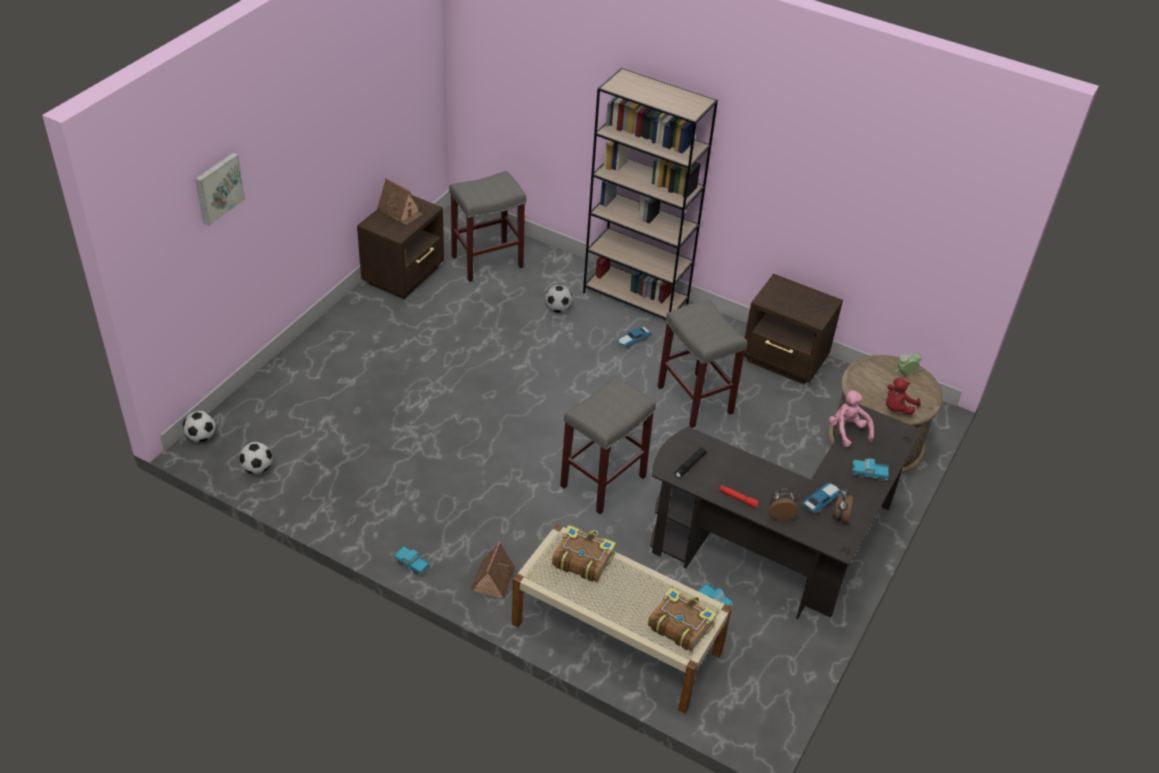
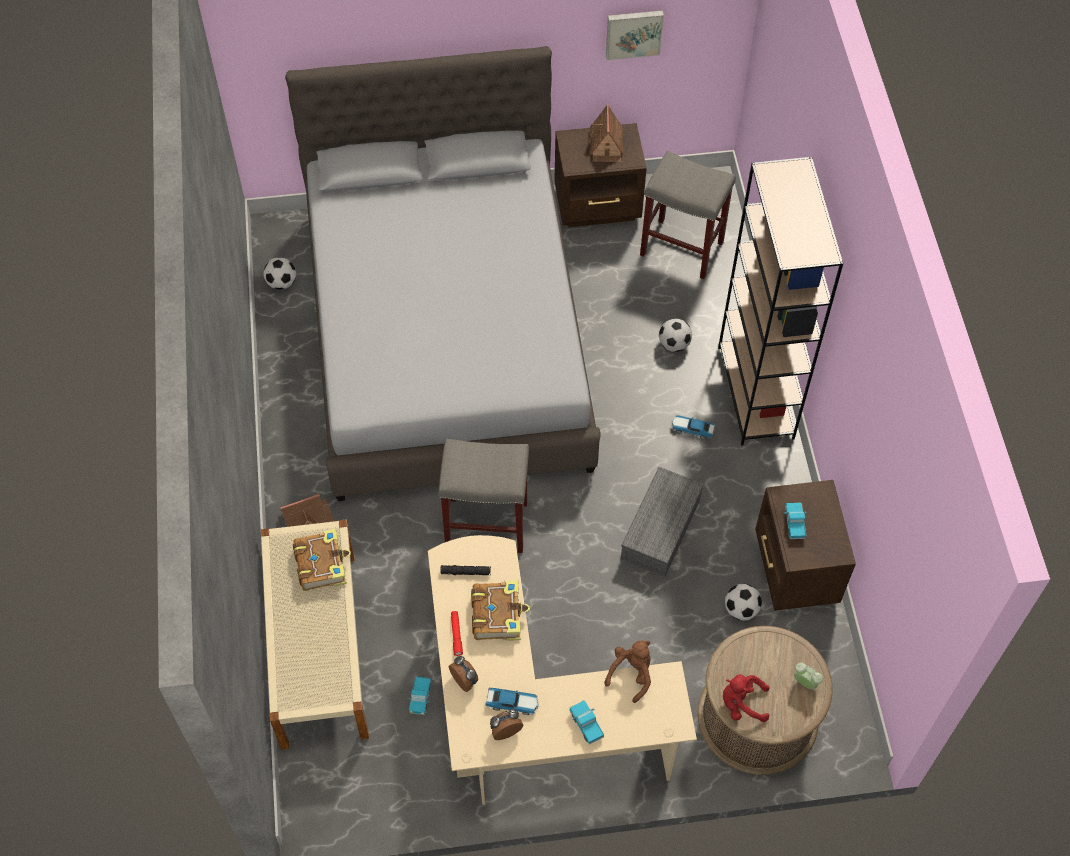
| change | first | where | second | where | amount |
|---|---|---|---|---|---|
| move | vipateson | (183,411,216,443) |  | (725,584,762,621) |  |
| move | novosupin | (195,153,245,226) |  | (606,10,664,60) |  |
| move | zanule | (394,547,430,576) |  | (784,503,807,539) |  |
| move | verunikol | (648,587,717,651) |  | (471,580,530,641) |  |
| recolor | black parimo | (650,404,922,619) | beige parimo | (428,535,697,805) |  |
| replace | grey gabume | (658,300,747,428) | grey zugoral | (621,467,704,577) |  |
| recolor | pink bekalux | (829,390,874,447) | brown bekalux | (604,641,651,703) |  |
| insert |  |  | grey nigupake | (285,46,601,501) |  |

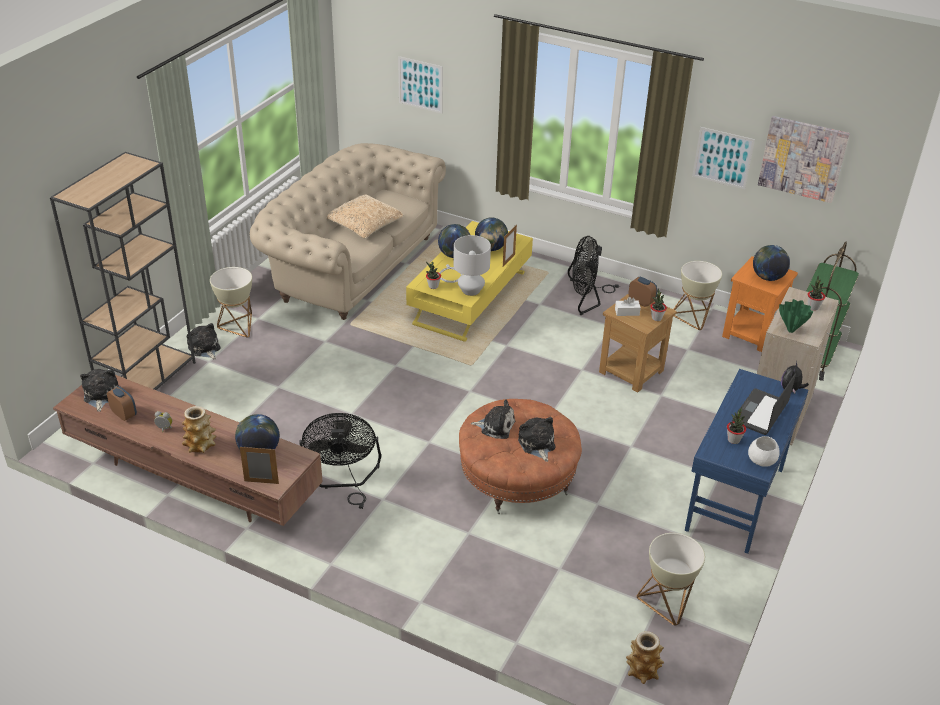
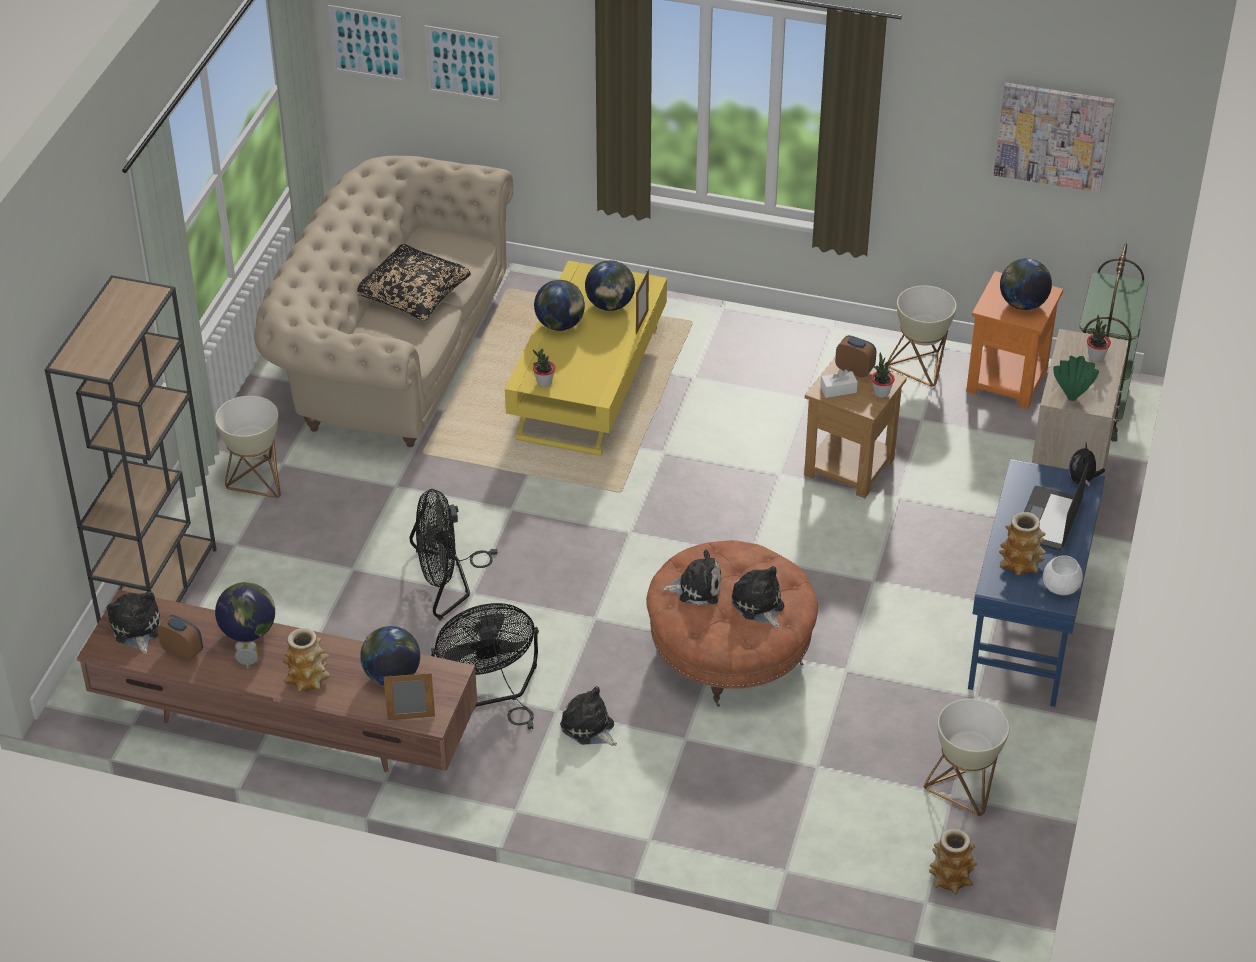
| change | first | where | second | where | amount |
|---|---|---|---|---|---|
| move | bekalux | (187,323,221,360) |  | (560,686,617,746) |  |
| recolor | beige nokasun | (327,194,403,239) | black nokasun | (357,244,471,321) |  |
| delete | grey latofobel | (439,235,491,296) |  |  |  |
| move | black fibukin | (568,236,620,315) |  | (410,489,498,620) |  |
| move | novosupin | (692,127,755,189) |  | (328,5,406,82) |  |
| replace | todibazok | (727,407,746,444) | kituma | (999,512,1046,576) |  |
| insert |  |  | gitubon | (215,582,275,642) |  |

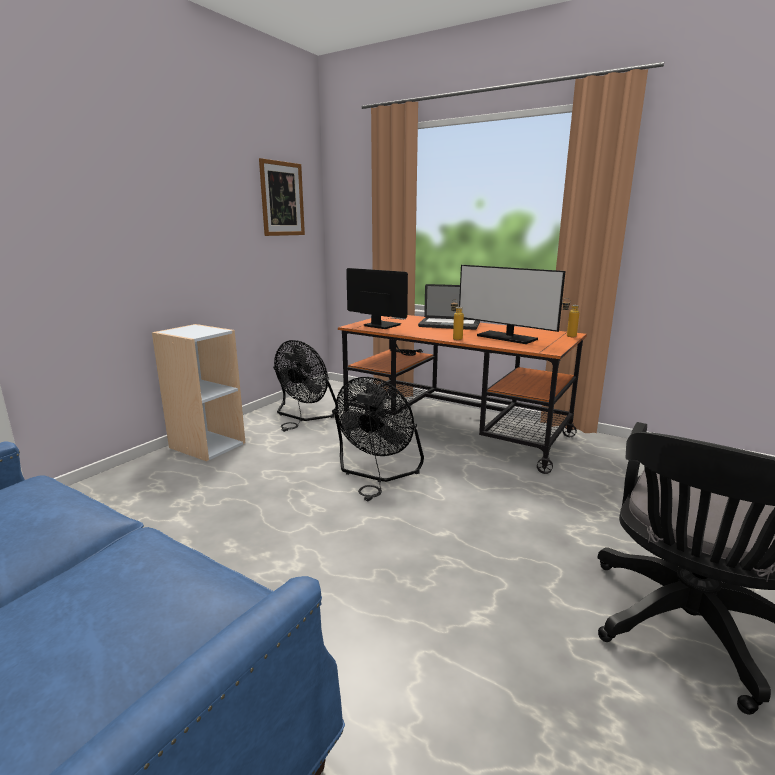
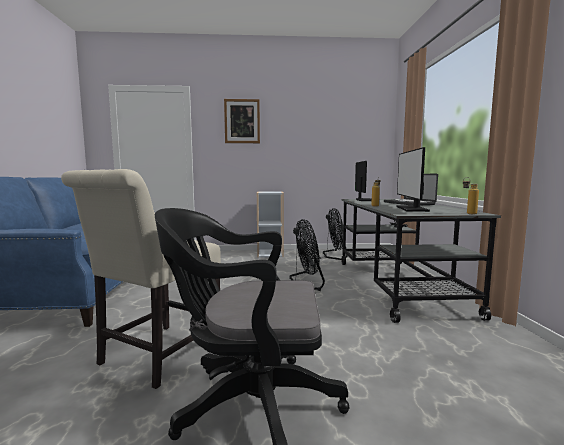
| change | first | where | second | where | amount |
|---|---|---|---|---|---|
| move | novosupin | (259,158,305,236) |  | (224,99,260,143) |  |
| recolor | orange parimo | (338,315,587,474) | grey parimo | (341,199,501,323) |  |
| insert |  |  | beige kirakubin | (61,169,221,389) |  |

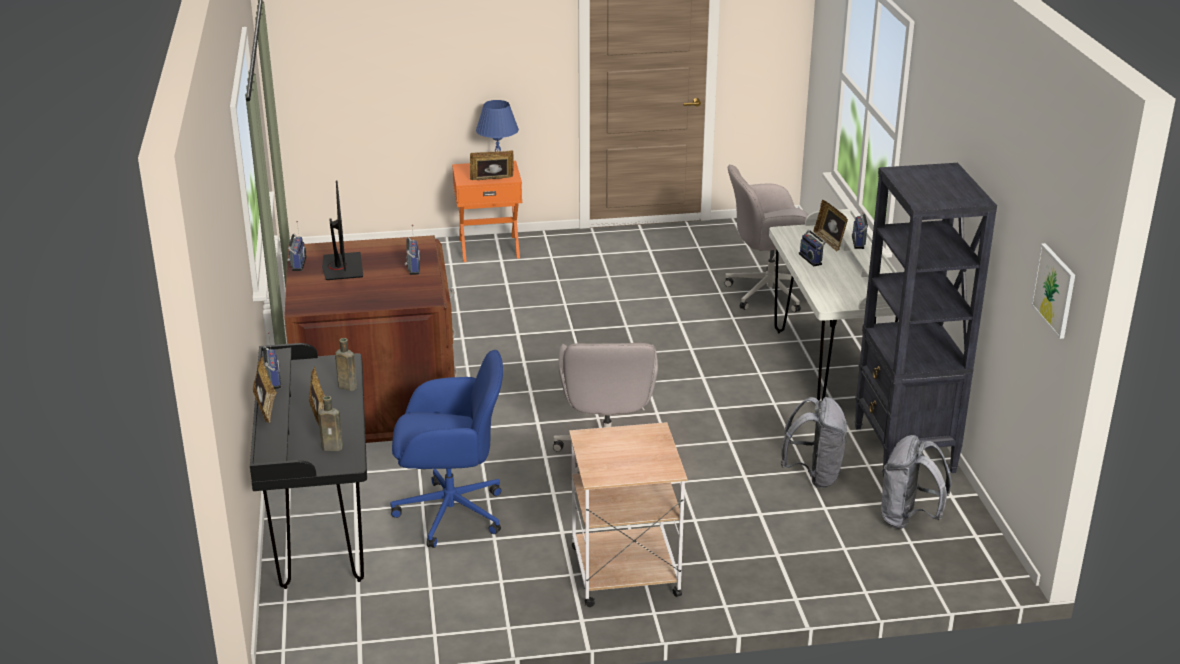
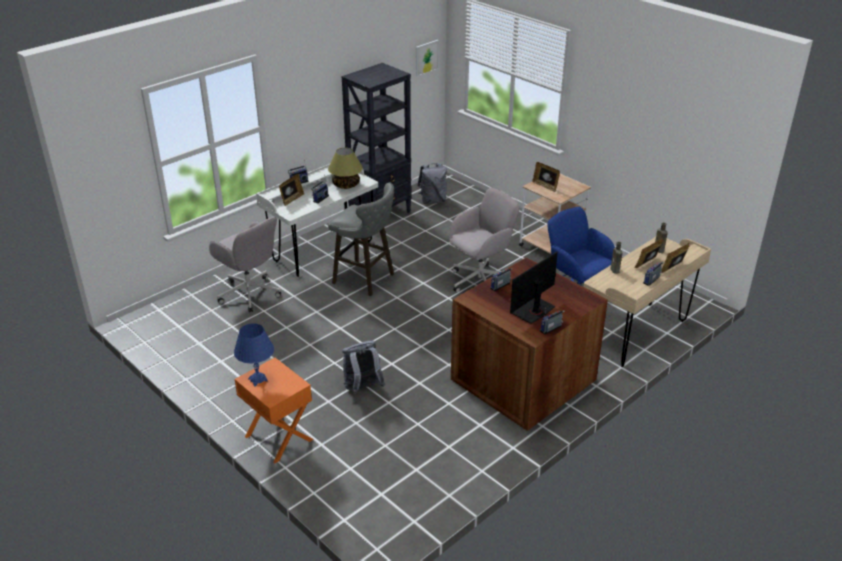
| change | first | where | second | where | amount |
|---|---|---|---|---|---|
| recolor | black parimo | (250,343,367,589) | beige parimo | (584,237,711,367) |  |
| move | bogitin | (470,150,514,180) |  | (532,162,560,192) |  |
| move | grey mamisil | (781,397,848,488) |  | (342,341,385,394) |  |
| insert |  |  | latofobel | (328,148,363,189) |  |
| insert |  |  | grey gabume | (328,182,394,296) |  |

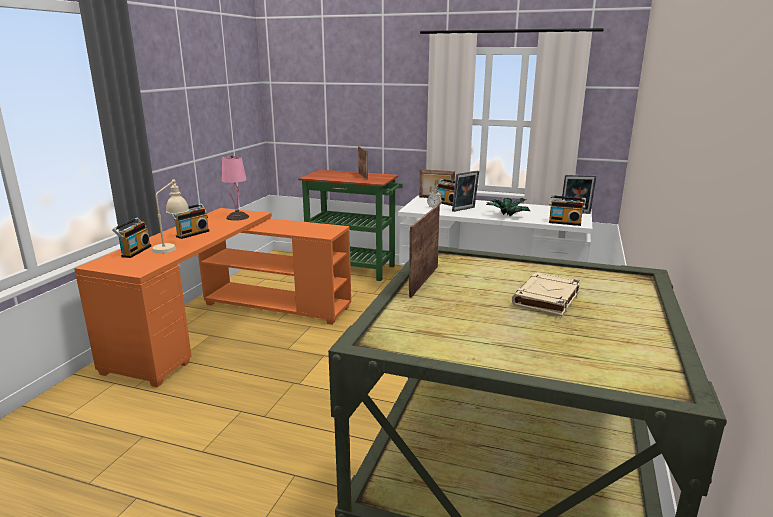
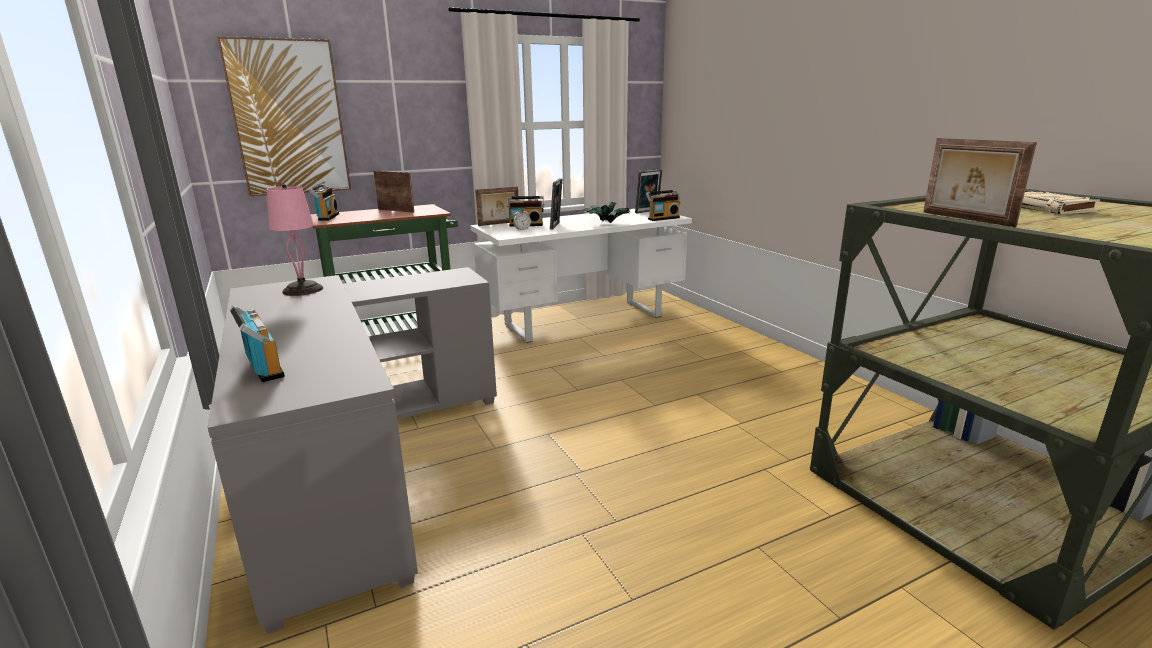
| change | first | where | second | where | amount |
|---|---|---|---|---|---|
| recolor | orange parimo | (74,208,351,387) | grey parimo | (208,267,497,633) |  |
| delete | beige latofobel | (152,180,189,254) |  |  |  |
| move | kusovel | (171,203,210,239) |  | (308,183,339,221) |  |
| insert |  |  | novosupin | (217,36,351,196) |  |

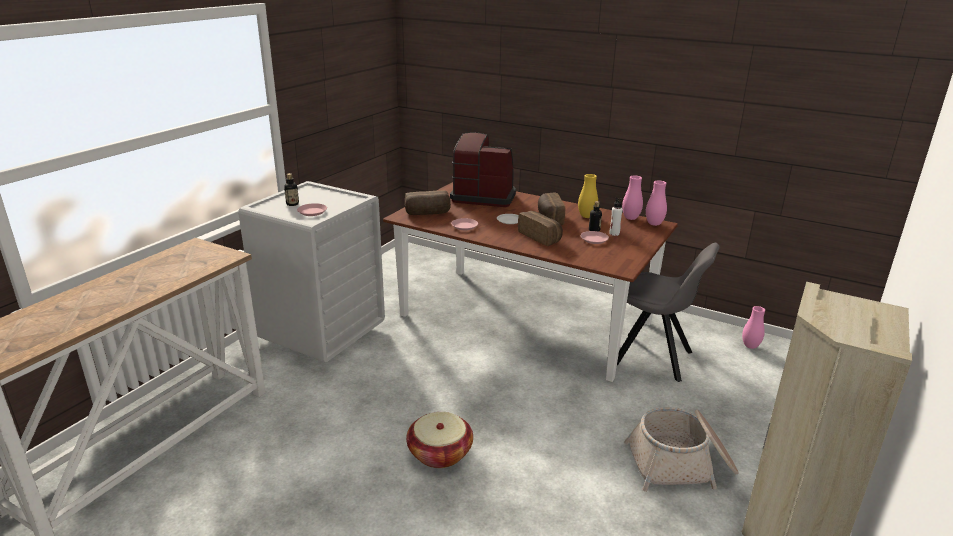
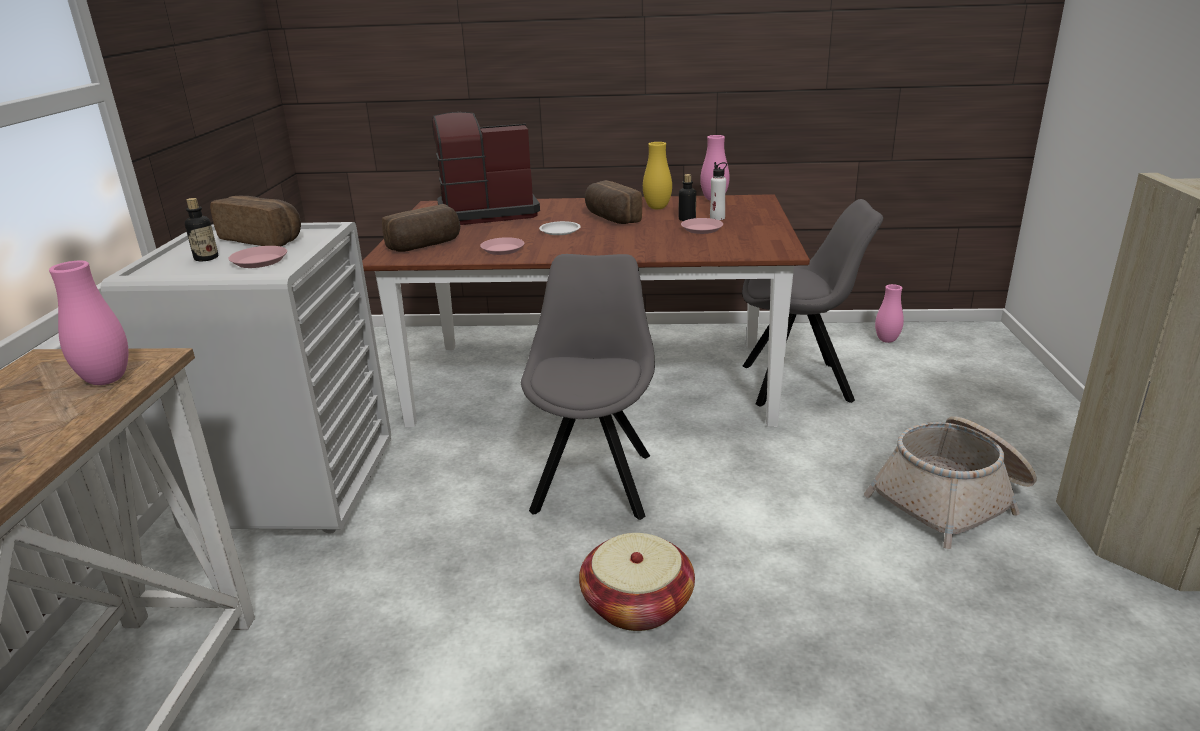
| change | first | where | second | where | amount |
|---|---|---|---|---|---|
| move | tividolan | (518,211,563,246) |  | (210,196,301,246) |  |
| move | pink kituma | (646,180,667,226) |  | (49,261,128,385) |  |
| insert |  |  | grey kirakubin | (521,254,655,520) |  |

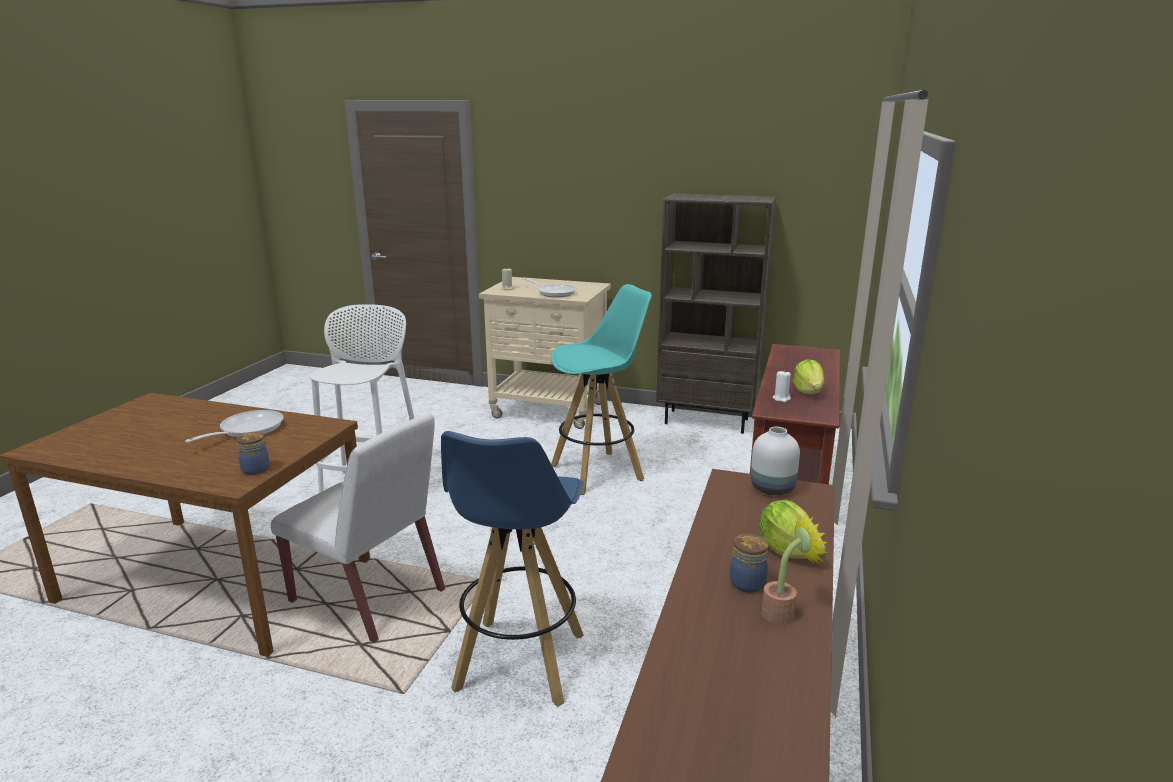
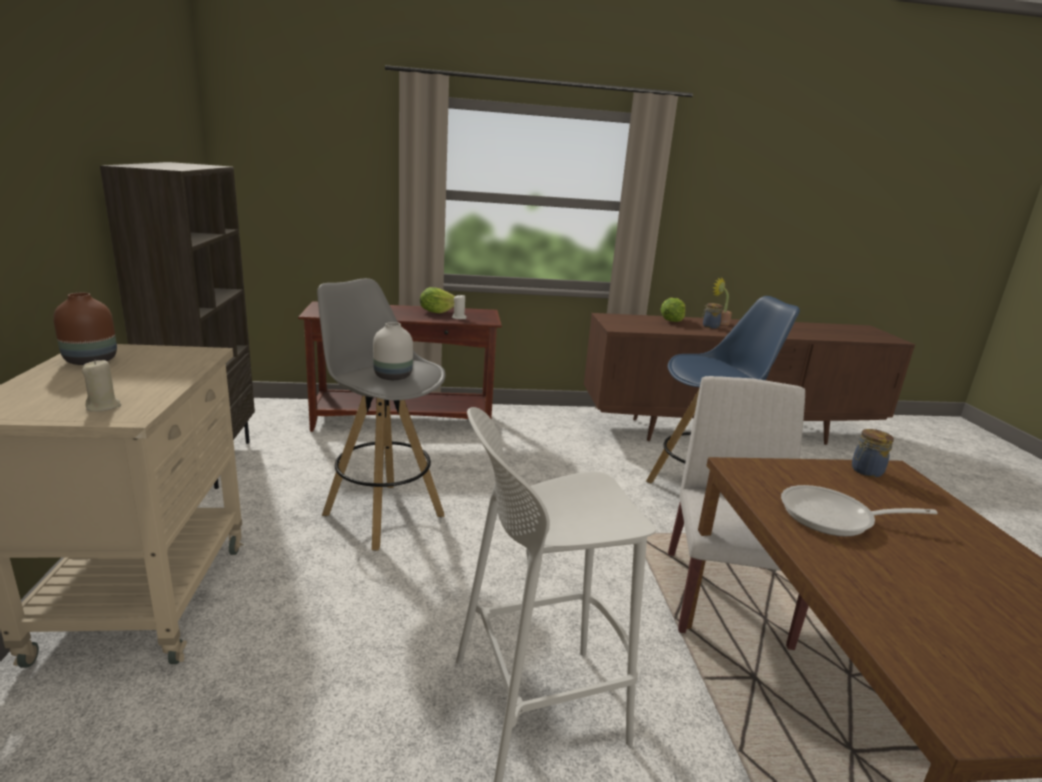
| change | first | where | second | where | amount |
|---|---|---|---|---|---|
| delete | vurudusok | (522,278,577,297) |  |  |  |
| recolor | turquoise gabume | (551,284,652,495) | grey gabume | (317,278,445,551) |  |
| move | white kituma | (751,427,800,495) |  | (373,322,413,380) |  |
| insert |  |  | brown kituma | (53,293,117,365) |  |

